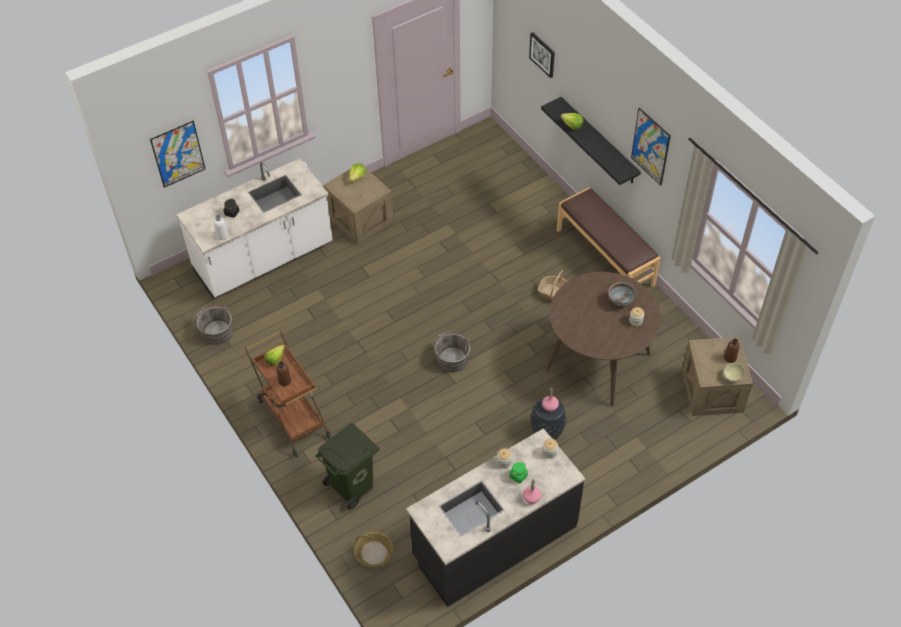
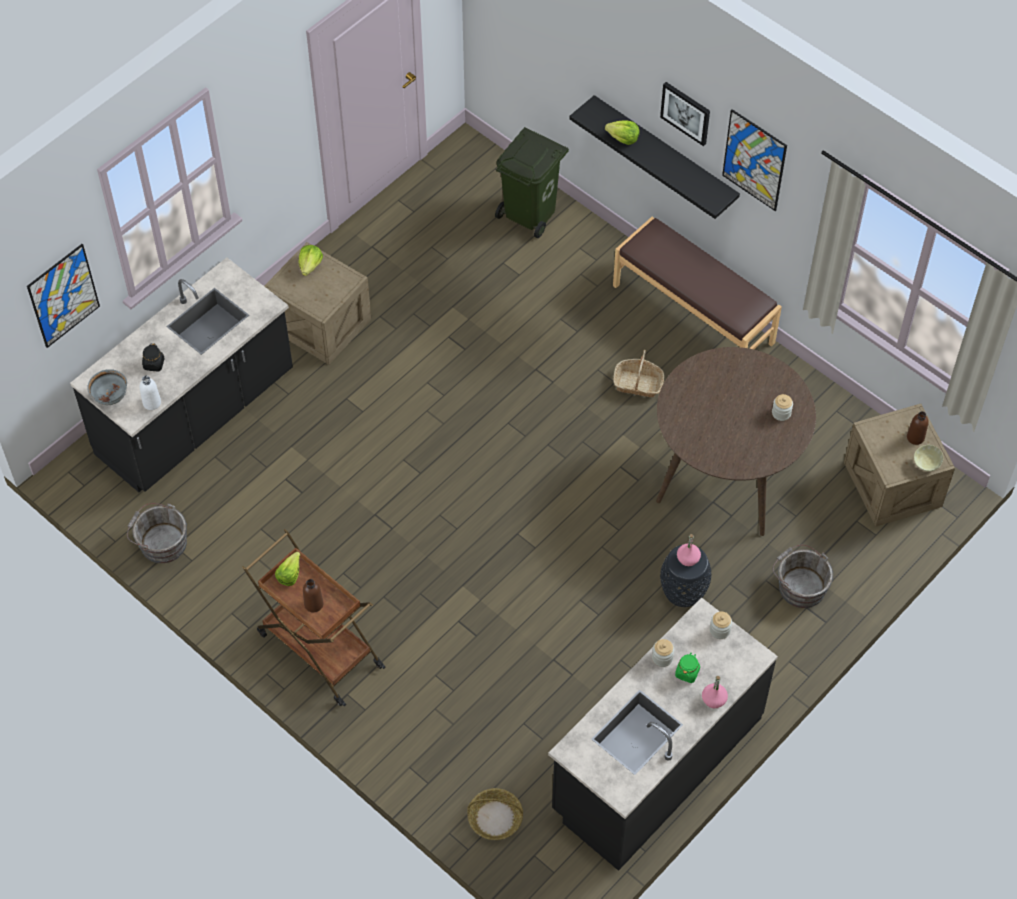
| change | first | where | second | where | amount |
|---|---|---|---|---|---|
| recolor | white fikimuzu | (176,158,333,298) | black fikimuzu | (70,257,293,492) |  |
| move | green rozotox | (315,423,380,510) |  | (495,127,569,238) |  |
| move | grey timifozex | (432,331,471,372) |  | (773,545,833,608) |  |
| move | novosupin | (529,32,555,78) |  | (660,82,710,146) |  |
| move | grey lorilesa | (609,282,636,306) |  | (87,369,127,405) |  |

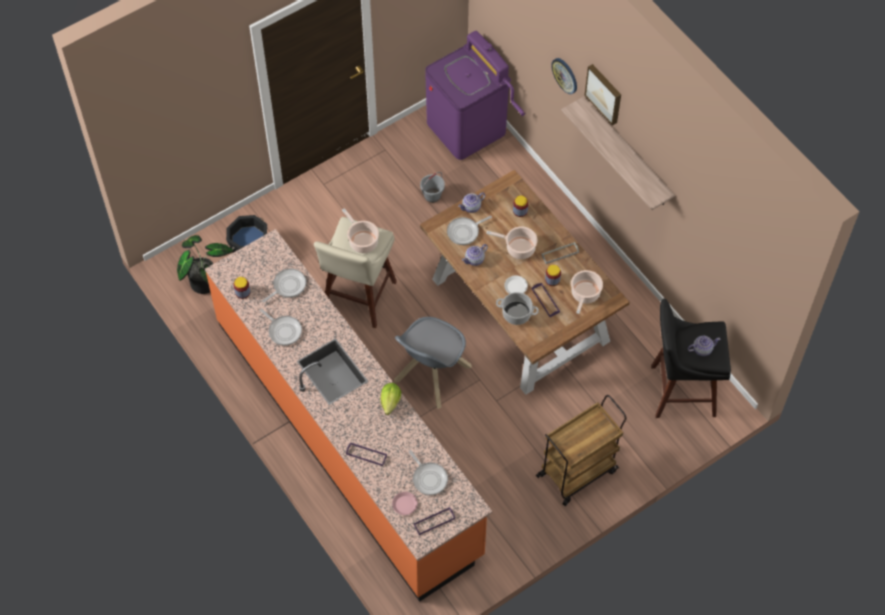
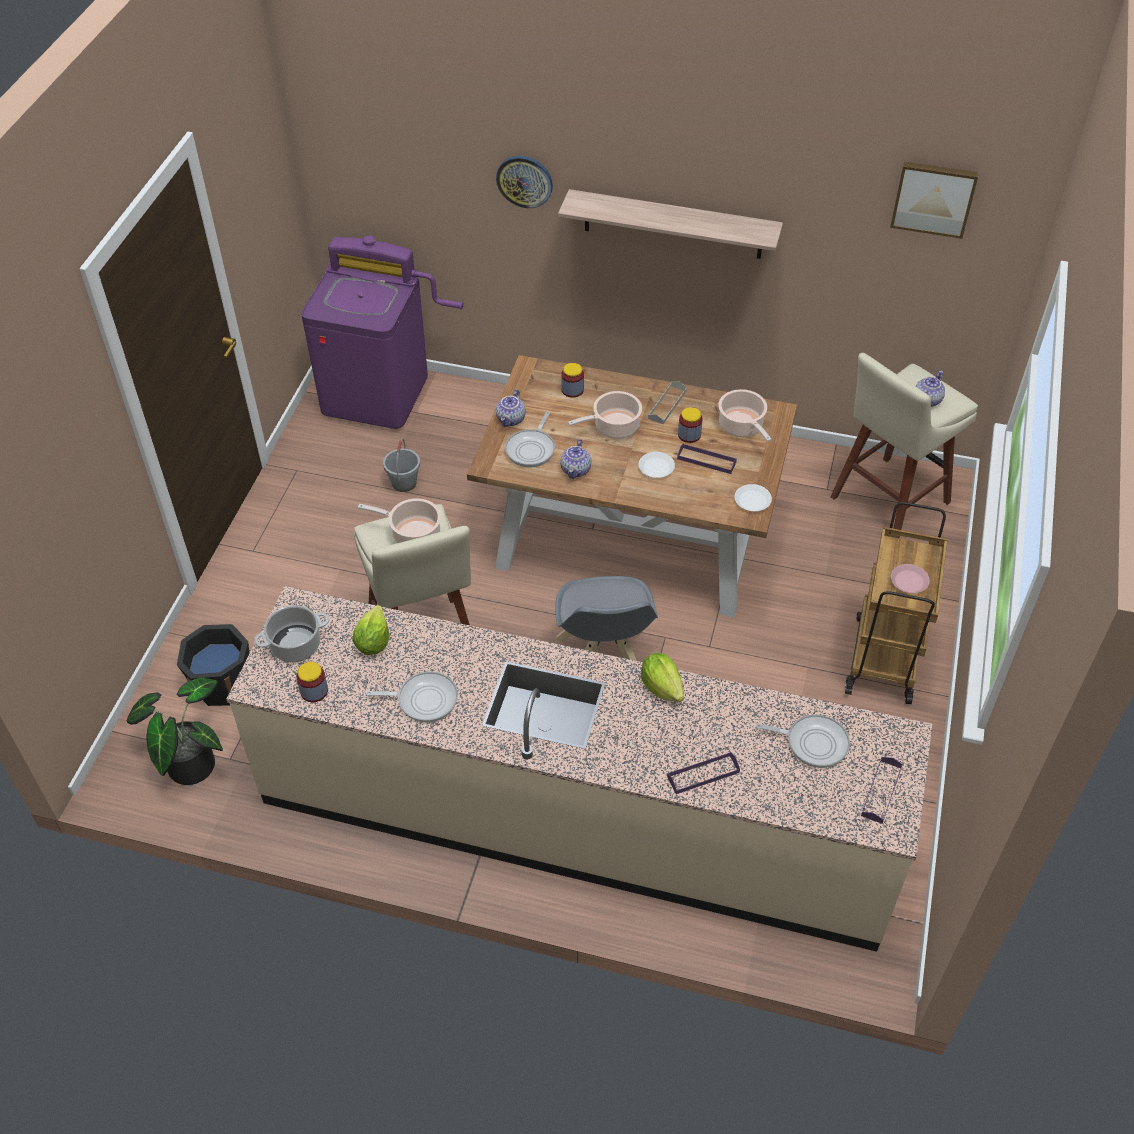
| change | first | where | second | where | amount |
|---|---|---|---|---|---|
| recolor | orange fikimuzu | (205,229,492,602) | beige fikimuzu | (226,586,932,952) |  |
| replace | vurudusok | (262,269,306,302) | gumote | (352,605,390,655) |  |
| move | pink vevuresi | (392,492,418,515) |  | (891,564,930,593) |  |
| move | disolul | (496,292,539,325) |  | (254,605,329,662) |  |
| move | novosupin | (585,64,621,126) |  | (890,161,979,239) |  |
| recolor | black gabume | (651,299,731,418) | beige gabume | (830,353,978,538) |  |
| insert |  |  | white vevuresi | (735,484,772,511) |  |

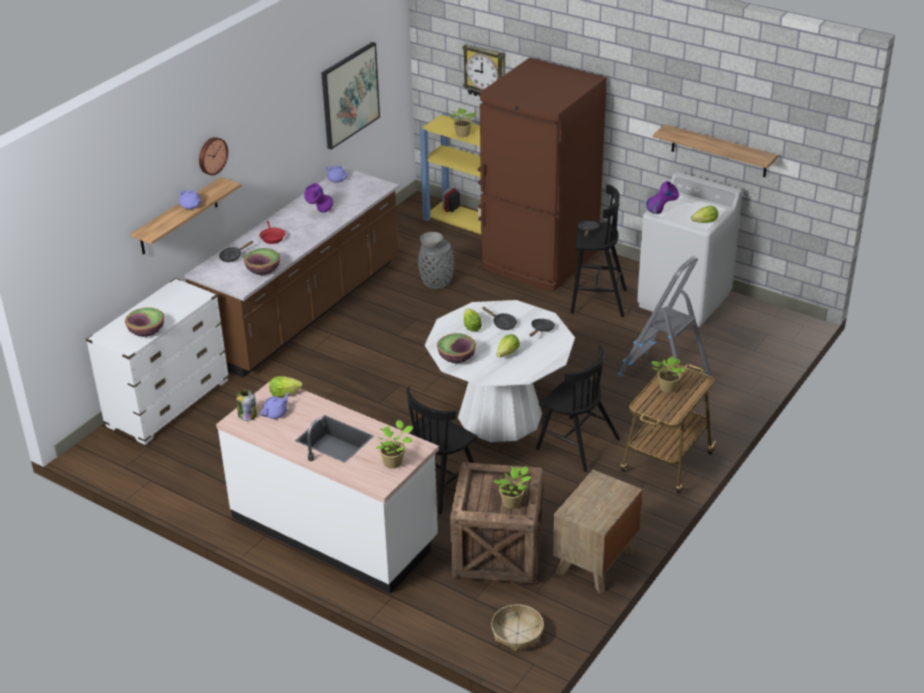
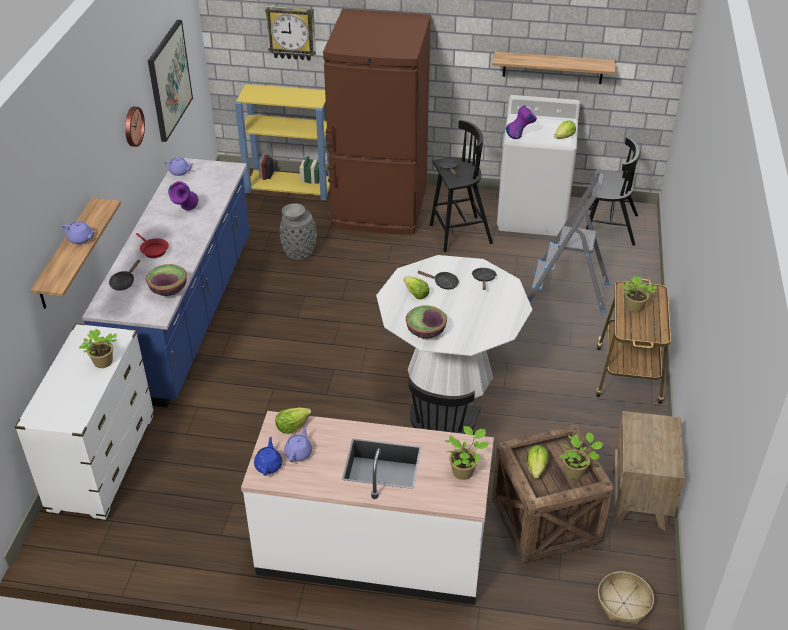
| change | first | where | second | where | amount |
|---|---|---|---|---|---|
| delete | lorilesa | (125,307,164,337) |  |  |  |
| recolor | brown fikimuzu | (184,167,399,378) | blue fikimuzu | (82,157,250,408) |  |
| move | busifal | (199,137,228,175) |  | (125,107,145,147) |  |
| replace | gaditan | (237,390,257,421) | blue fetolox | (254,437,282,476) |  |
| move | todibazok | (449,108,476,137) |  | (79,329,117,368) |  |
| move | gumote | (496,334,520,357) |  | (527,445,549,478) |  |
| move | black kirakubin | (536,345,620,472) |  | (586,137,639,246) |  |

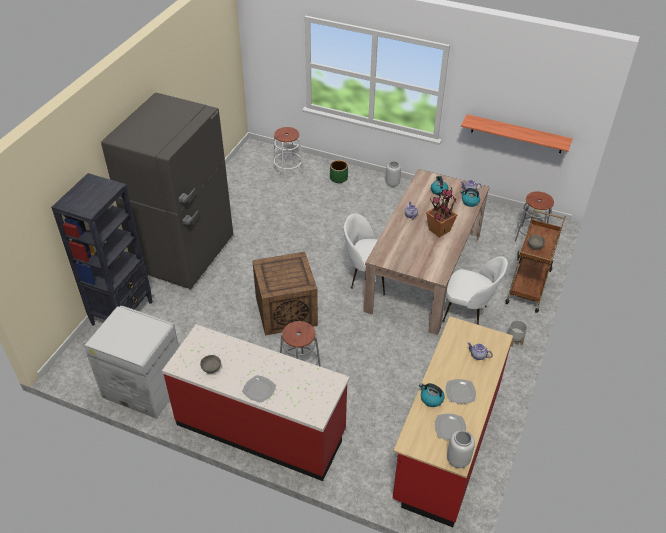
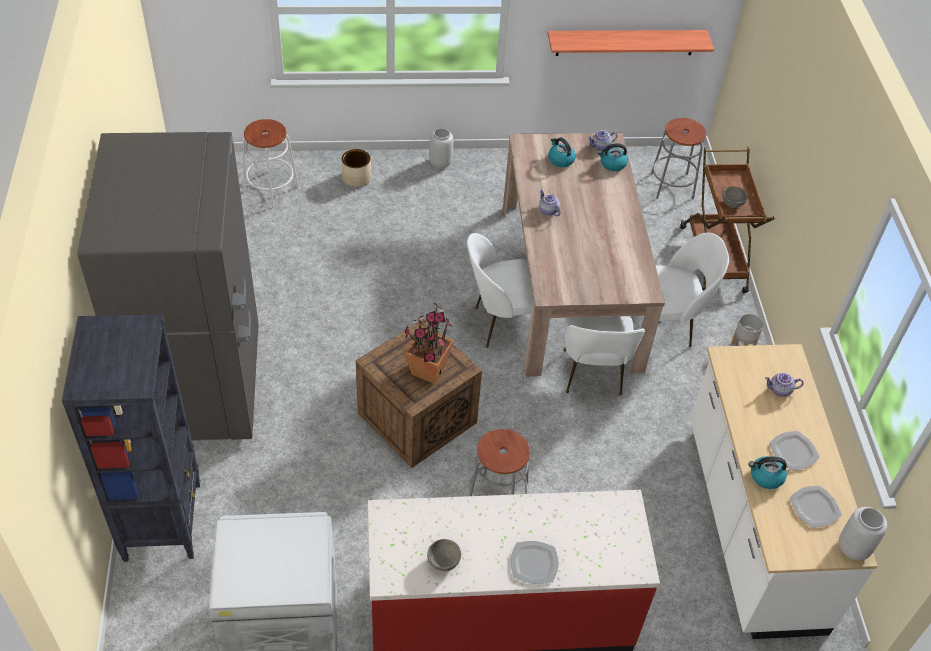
| change | first | where | second | where | amount |
|---|---|---|---|---|---|
| recolor | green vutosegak | (330,160,348,183) | beige vutosegak | (341,149,372,187) |  |
| recolor | red fikimuzu | (393,316,513,527) | white fikimuzu | (690,344,877,639) |  |
| move | todibazok | (426,187,457,237) |  | (404,303,454,384) |  |
| insert |  |  | white kirakubin | (563,316,645,395) |  |

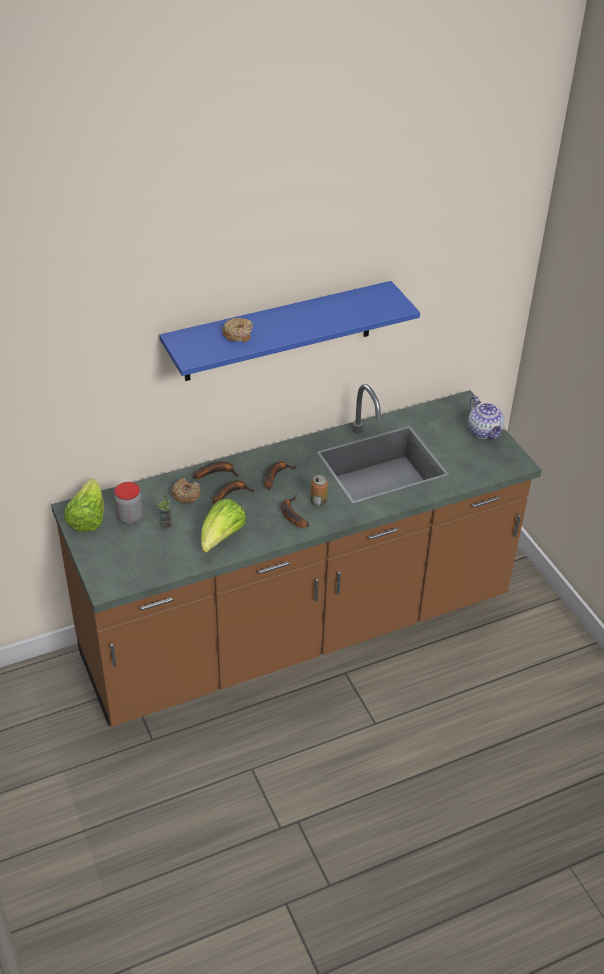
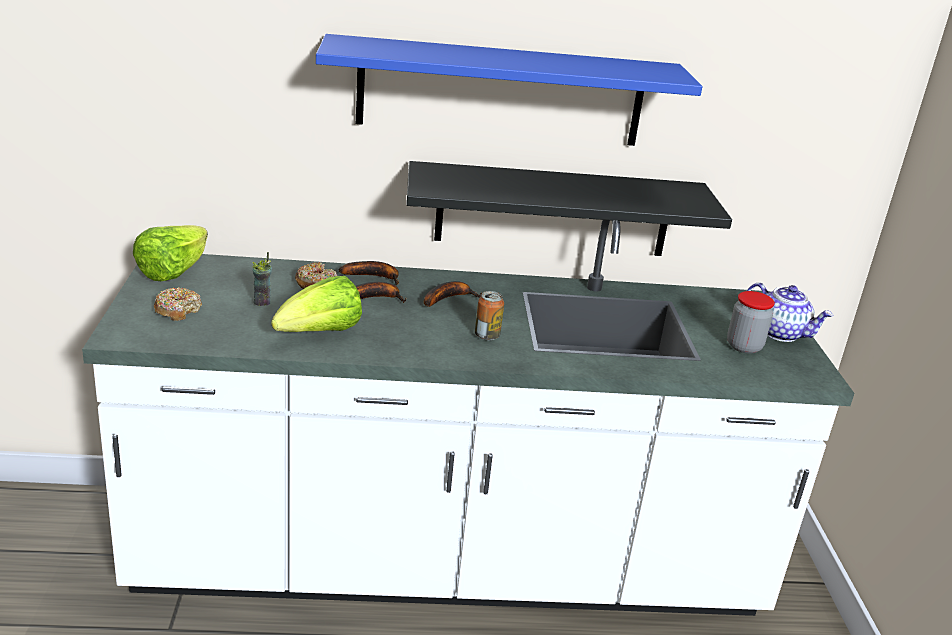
| change | first | where | second | where | amount |
|---|---|---|---|---|---|
| recolor | brown fikimuzu | (51,384,542,727) | white fikimuzu | (82,220,854,616) |  |
| move | gaditan | (114,482,143,524) |  | (727,291,775,354) |  |
| move | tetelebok | (222,318,253,343) |  | (154,287,202,321) |  |
| delete | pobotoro | (281,495,309,528) |  |  |  |
| rotate | fetolox | (468,396,505,439) |  | (747,282,834,342) | 45 degrees counterclockwise |
| insert |  |  | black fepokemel | (406,161,732,256) |  |

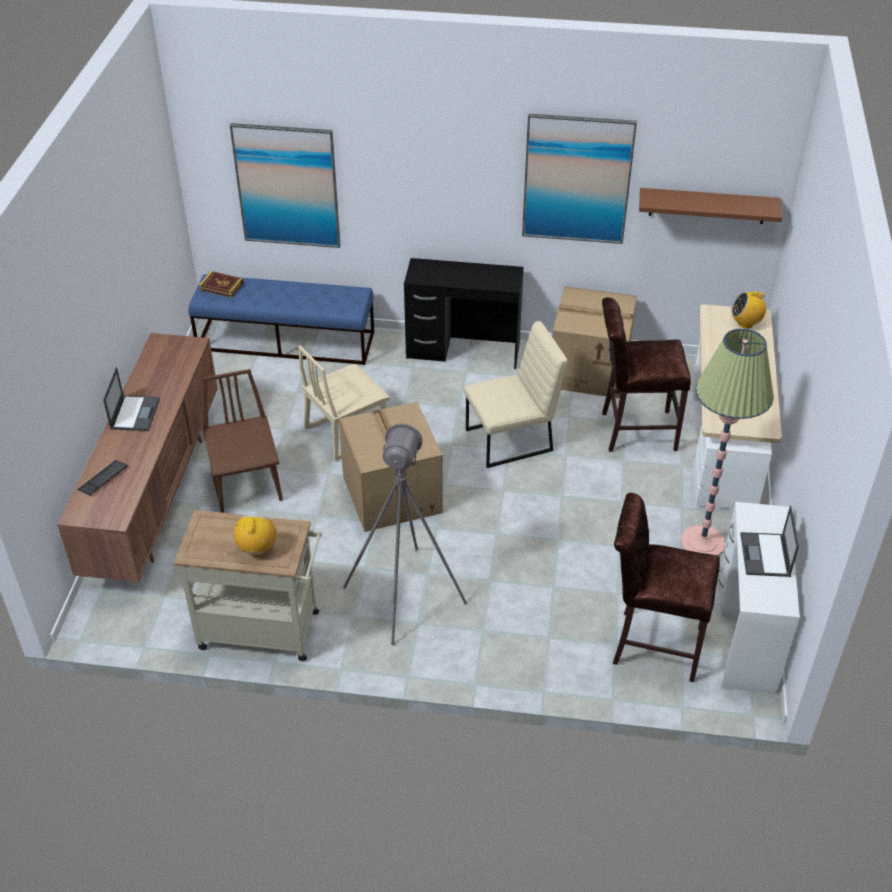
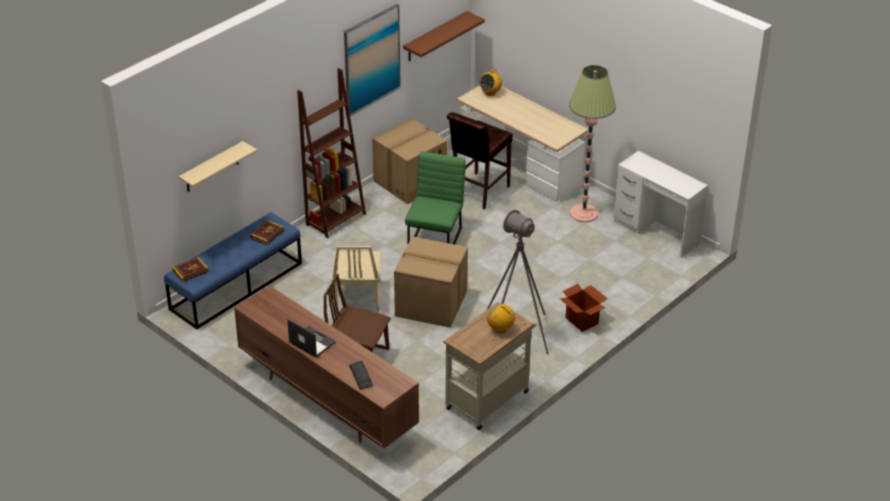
| change | first | where | second | where | amount |
|---|---|---|---|---|---|
| replace | novosupin | (230,123,341,248) | beige fepokemel | (178,141,257,192) |  |
| replace | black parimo | (404,258,524,369) | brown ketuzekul | (297,68,366,238) |  |
| recolor | beige kirakubin | (464,321,568,468) | green kirakubin | (405,152,466,245) |  |
| delete | brown gabume | (613,493,720,682) |  |  |  |
| delete | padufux | (740,505,799,577) |  |  |  |
| insert |  |  | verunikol | (250,220,284,245) |  |
| insert |  |  | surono | (560,284,608,332) |  |

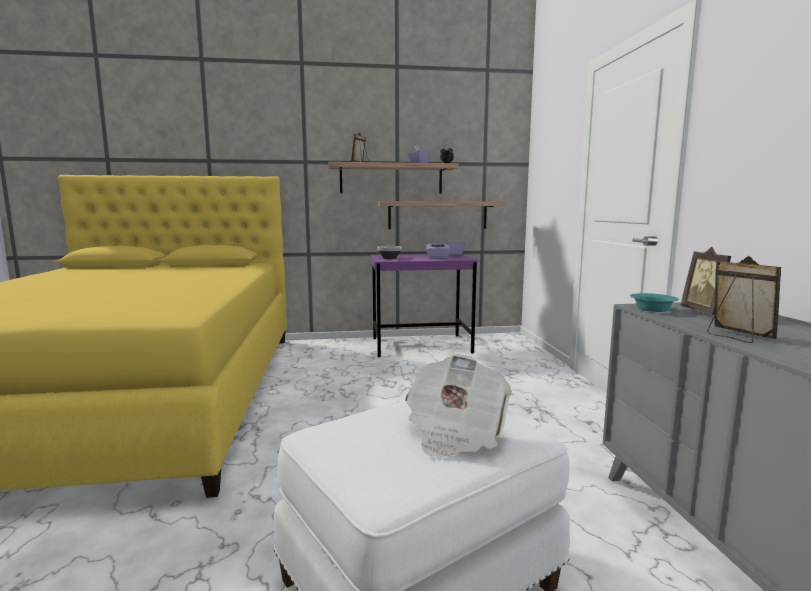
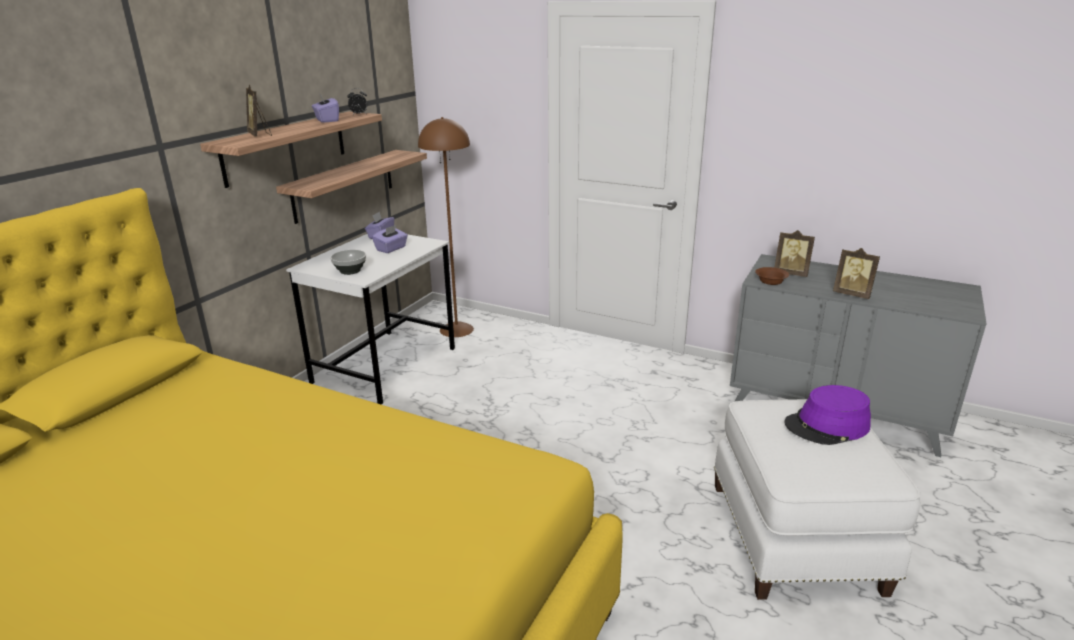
| change | first | where | second | where | amount |
|---|---|---|---|---|---|
| recolor | purple parimo | (371,254,478,358) | white parimo | (286,234,455,405) |  |
| replace | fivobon | (405,355,512,457) | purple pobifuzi | (784,385,871,445) |  |
| recolor | turquoise lorilesa | (630,293,679,312) | brown lorilesa | (755,267,789,285) |  |
| rotate | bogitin | (707,256,781,343) |  | (833,248,880,299) | 150 degrees counterclockwise |
| insert |  |  | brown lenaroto | (418,117,474,337) |  |

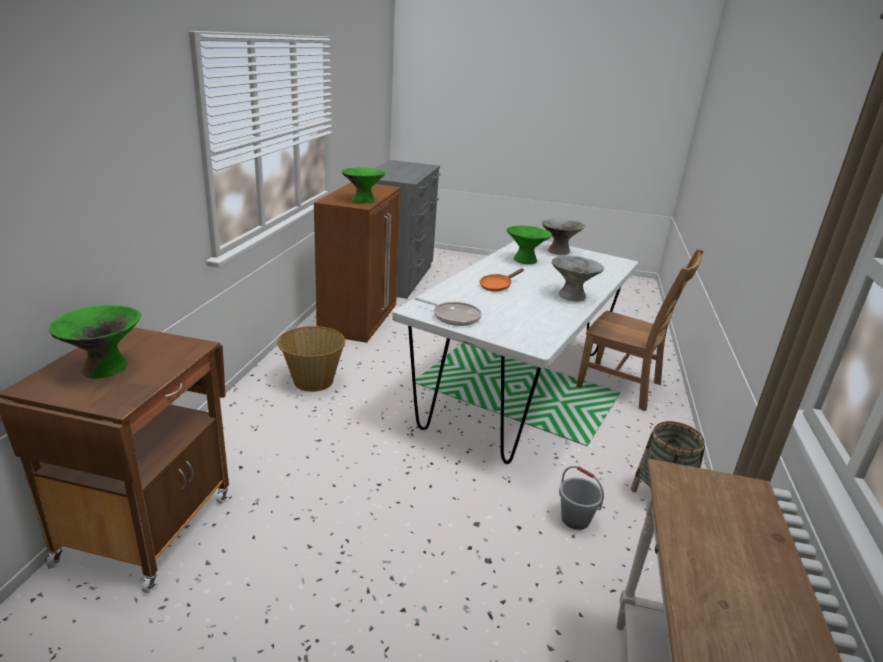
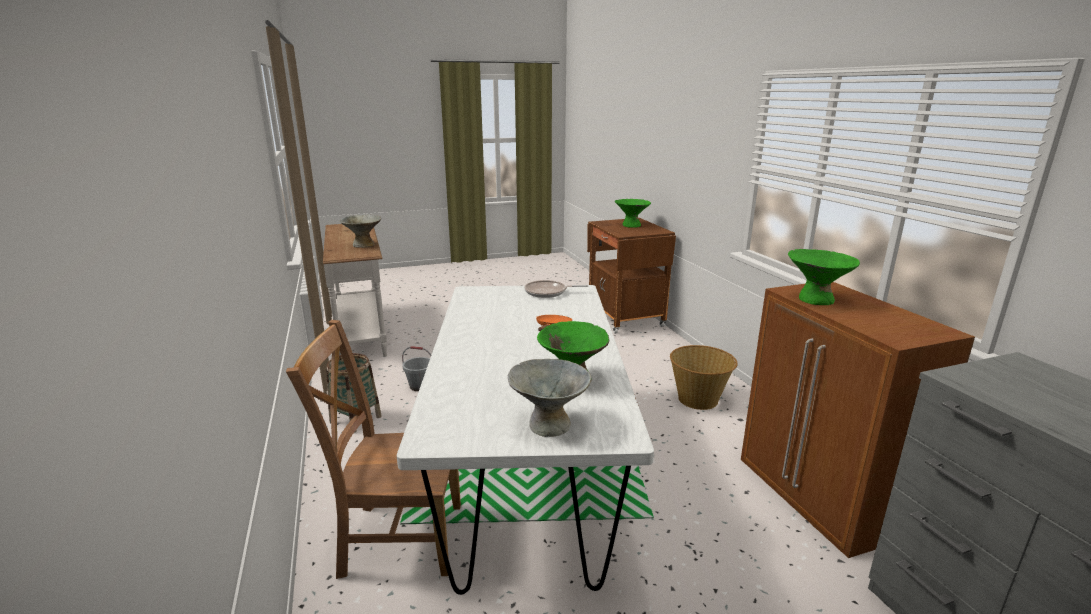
| change | first | where | second | where | amount |
|---|---|---|---|---|---|
| move | grey lorilesa | (551,256,604,301) |  | (340,214,381,248) |  |

